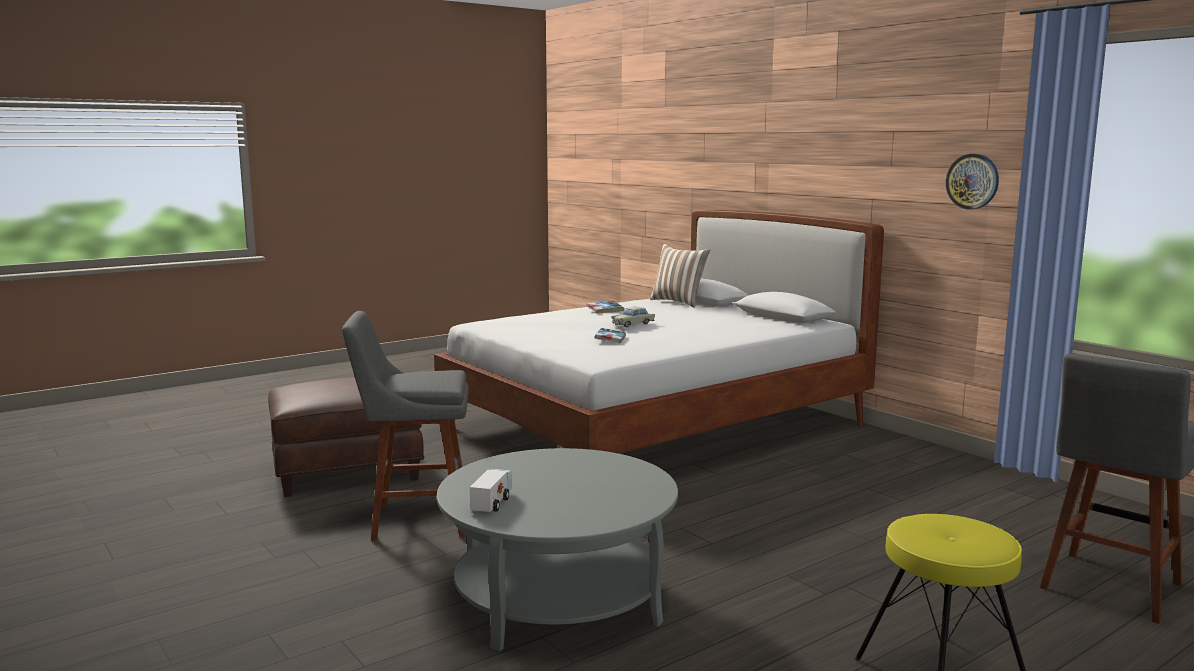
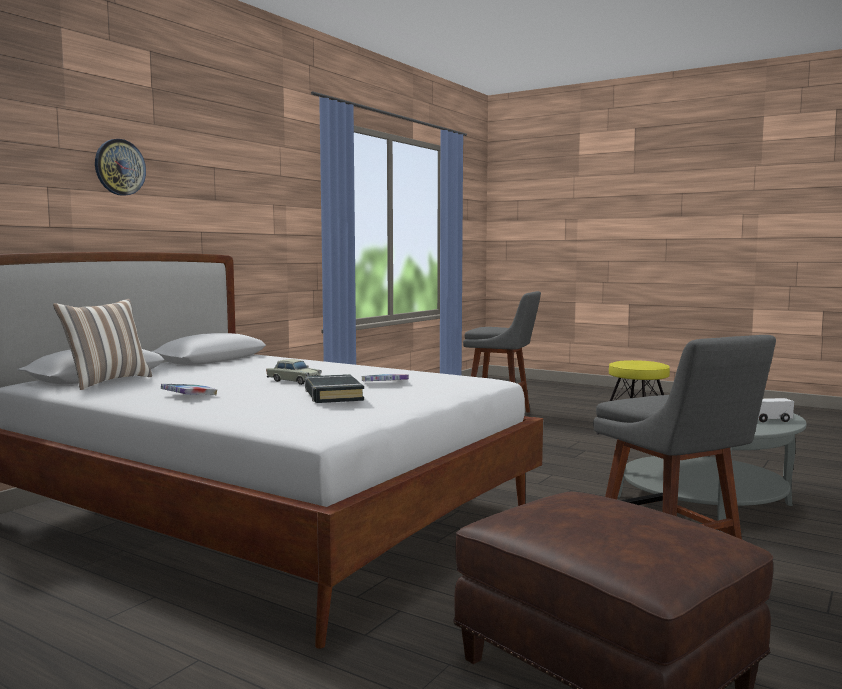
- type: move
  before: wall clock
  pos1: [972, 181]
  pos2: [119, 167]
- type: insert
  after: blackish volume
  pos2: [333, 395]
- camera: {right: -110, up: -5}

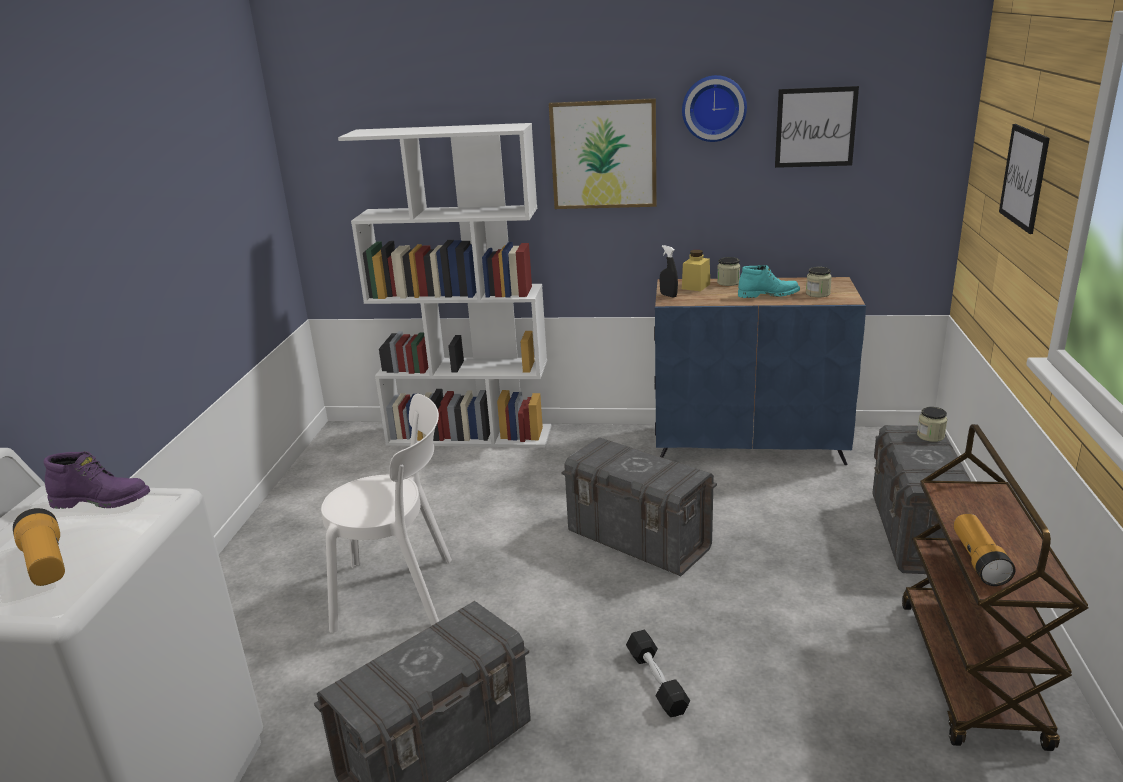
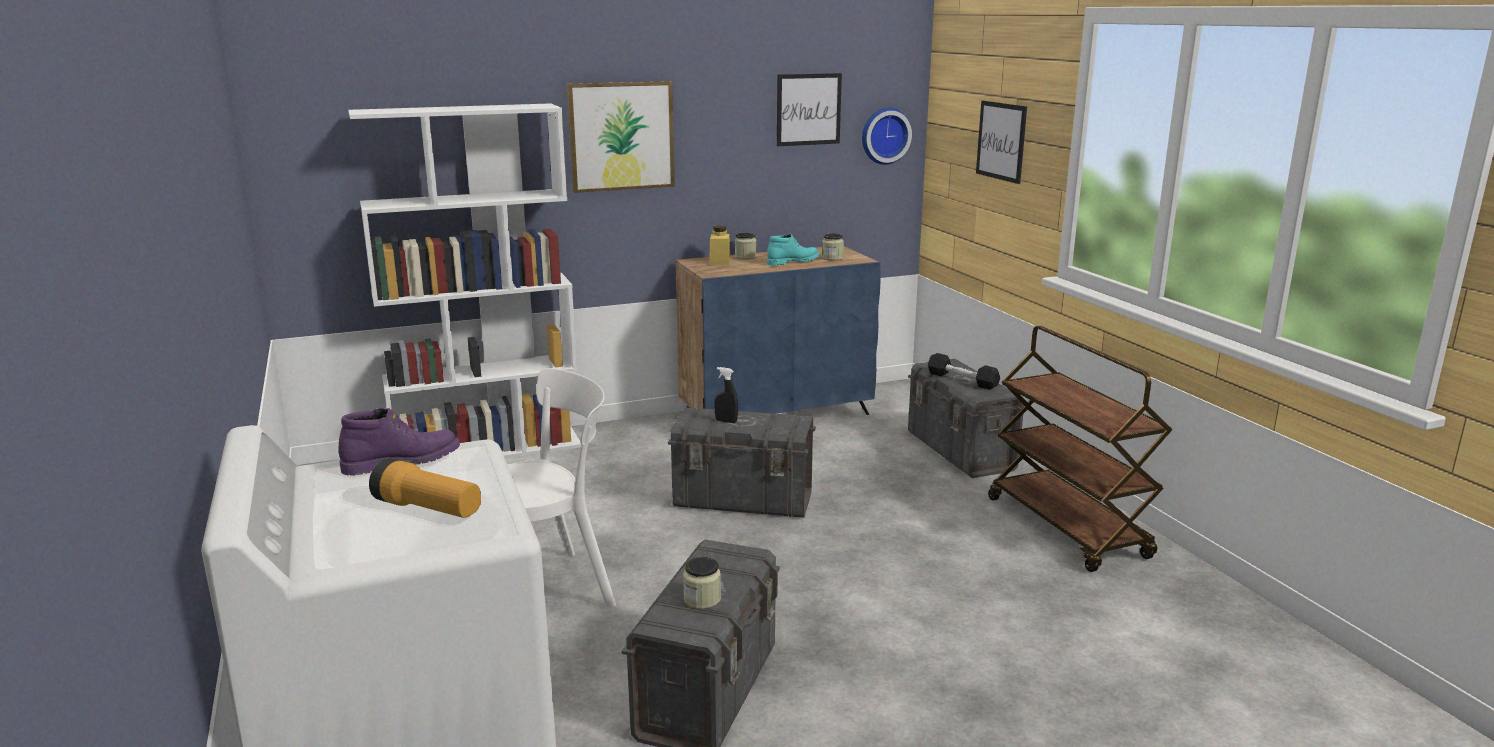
- type: move
  before: blackish hand weight
  pos1: [656, 682]
  pos2: [962, 380]
- type: move
  before: blackish spray bottle
  pos1: [668, 295]
  pos2: [726, 421]
- type: move
  before: wall clock
  pos1: [714, 108]
  pos2: [884, 135]
- type: move
  before: storage jar
  pos1: [930, 436]
  pos2: [702, 599]
- type: delete
  before: torch
  pos1: [978, 560]
- camera: {right: -30, up: -5}

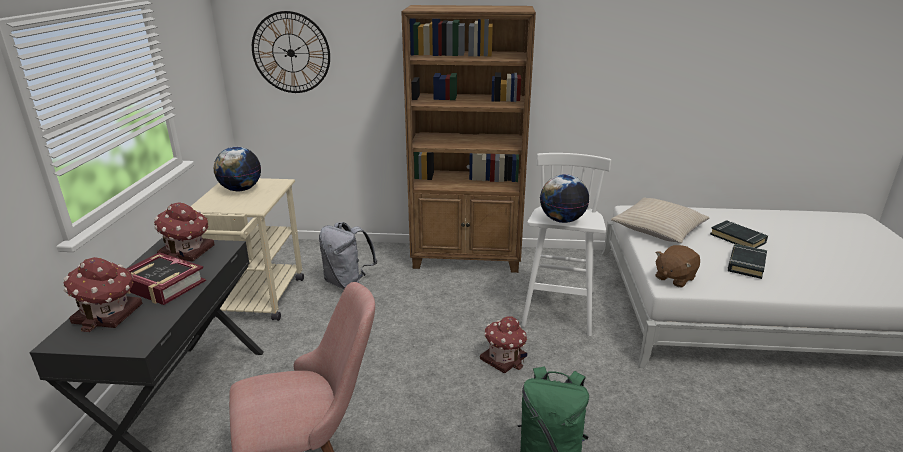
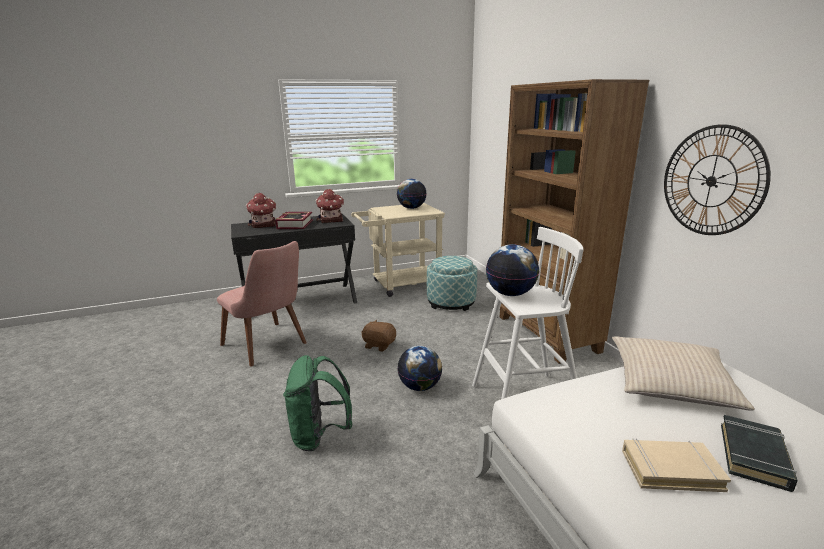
- type: move
  before: wall clock
  pos1: [291, 53]
  pos2: [711, 181]
- type: replace
  before: greyish knapsack
  after: pouffe
  pos1: [348, 283]
  pos2: [451, 302]
- type: replace
  before: model house
  after: world globe
  pos1: [504, 358]
  pos2: [420, 386]
- type: move
  before: brown-coloured plush toy
  pos1: [674, 278]
  pos2: [379, 345]
- type: recolor
  before: blackish volume
  after: beige volume
  pos1: [746, 264]
  pos2: [670, 469]
- camera: {right: 65, up: -5}

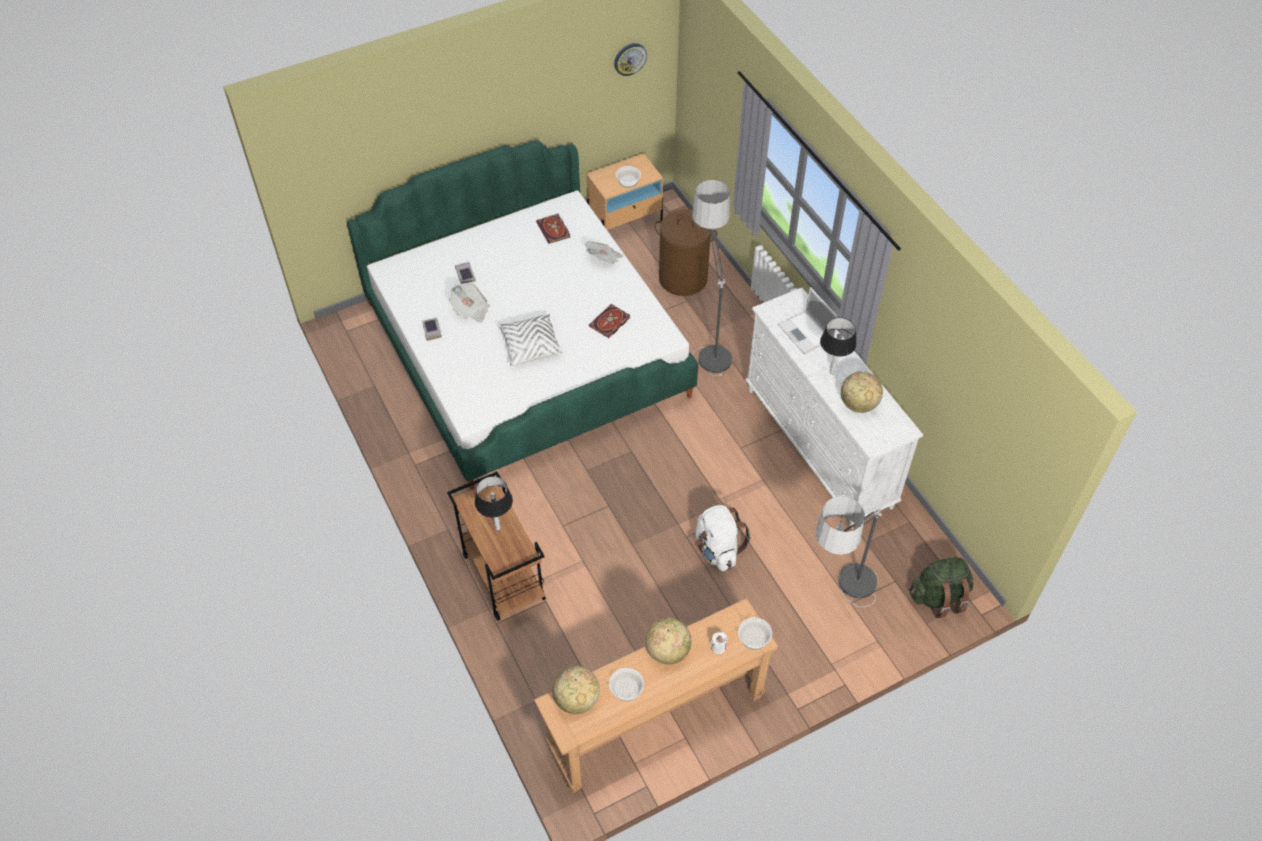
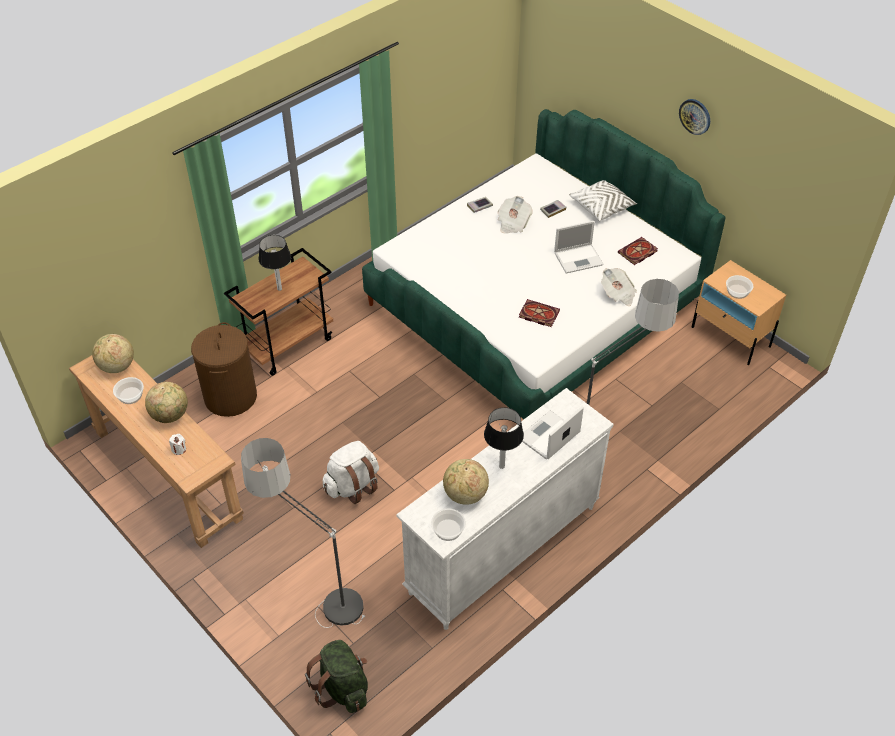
- type: move
  before: white cushion
  pos1: [530, 346]
  pos2: [602, 206]
- type: move
  before: wall clock
  pos1: [630, 59]
  pos2: [695, 116]
- type: move
  before: brown-coloured hamper
  pos1: [683, 278]
  pos2: [231, 397]
- type: move
  before: bowl
  pos1: [754, 638]
  pos2: [448, 530]
- type: insert
  after: laptop
  pos2: [579, 258]
- camera: {right: 75, up: -5}

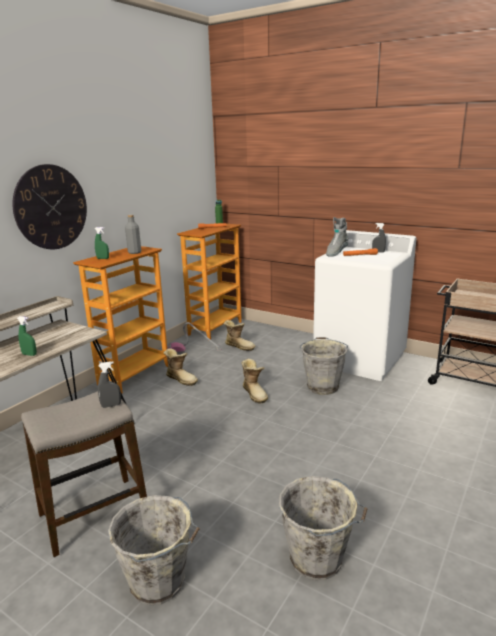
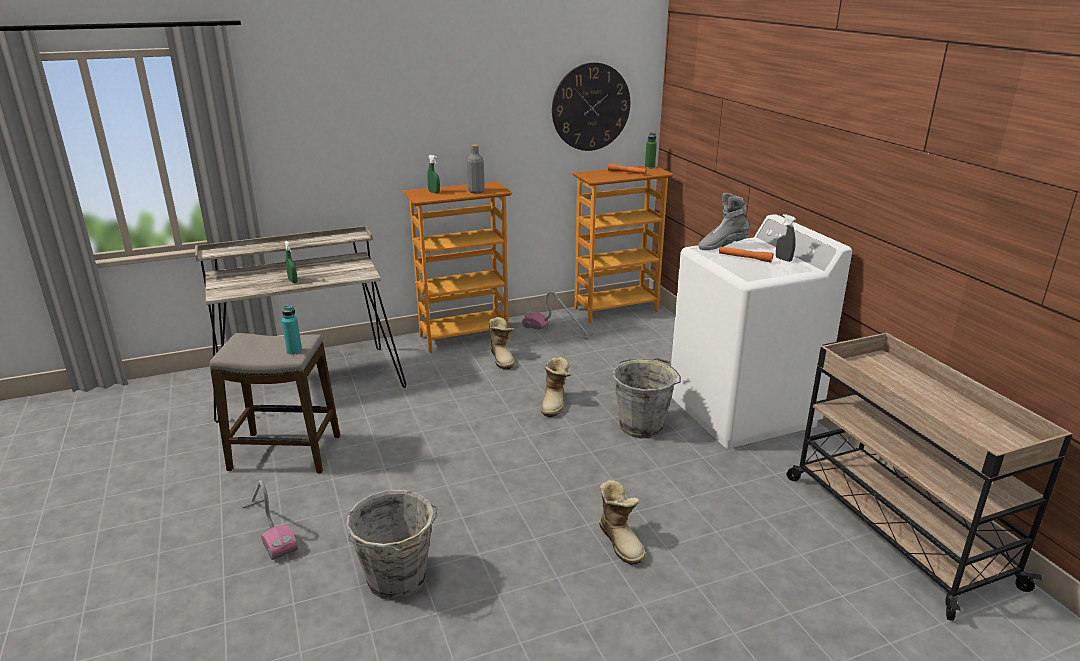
- type: move
  before: wall clock
  pos1: [51, 207]
  pos2: [591, 107]
- type: replace
  before: greyish spray bottle
  after: blue-green beverage bottle
  pos1: [111, 405]
  pos2: [294, 351]
- type: replace
  before: greyish pail
  after: hoover
  pos1: [159, 582]
  pos2: [268, 527]
- type: move
  before: tall boot
  pos1: [239, 346]
  pos2: [621, 541]
- camera: {right: 35, up: 5}

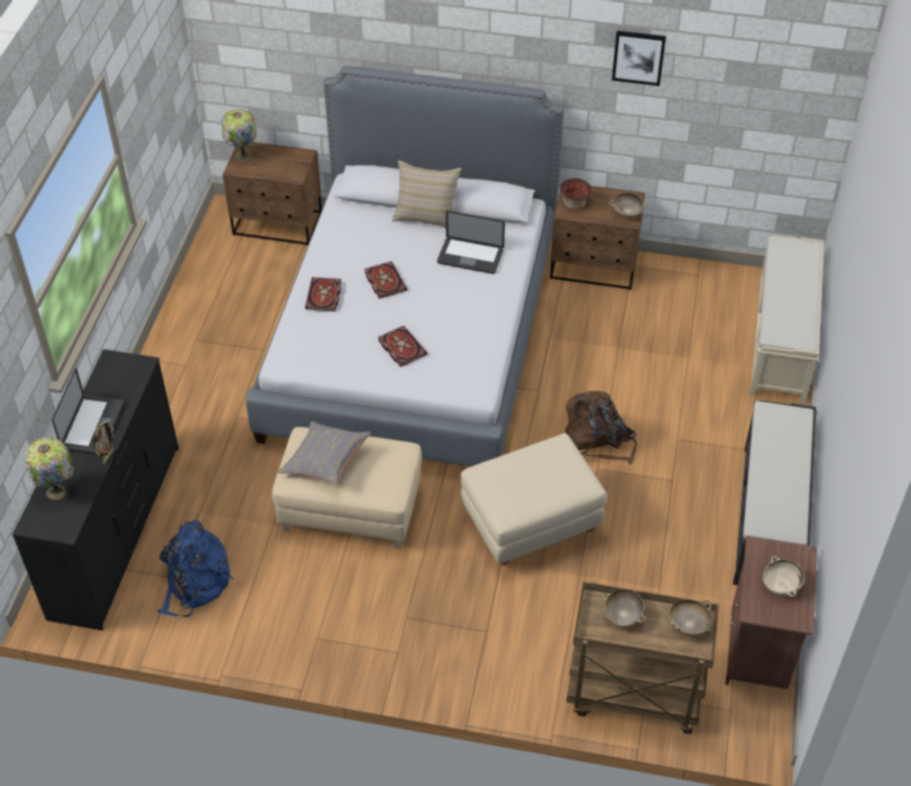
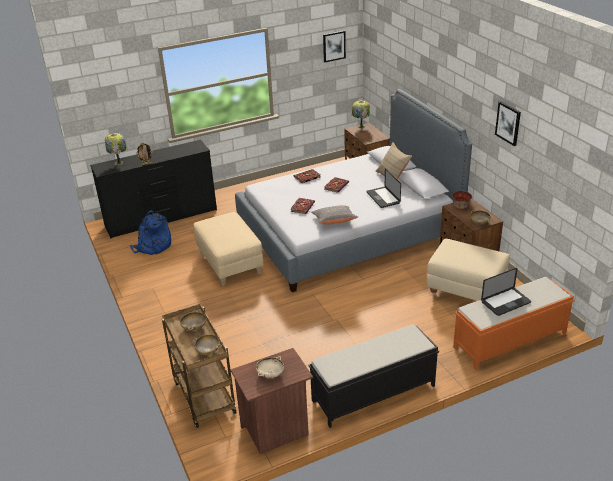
- type: move
  before: laptop
  pos1: [93, 426]
  pos2: [505, 302]
- type: move
  before: greyish cushion
  pos1: [325, 461]
  pos2: [334, 221]
- type: move
  before: beige pouffe
  pos1: [530, 527]
  pos2: [465, 292]
- type: delete
  before: brown-coloured knapsack
  pos1: [597, 441]
- type: recolor
  before: beige bench
  after: orange-coloured bench
  pos1: [781, 342]
  pos2: [509, 341]
- type: insert
  after: wall picture
  pos2: [334, 46]
- camera: {right: 55, up: -15}

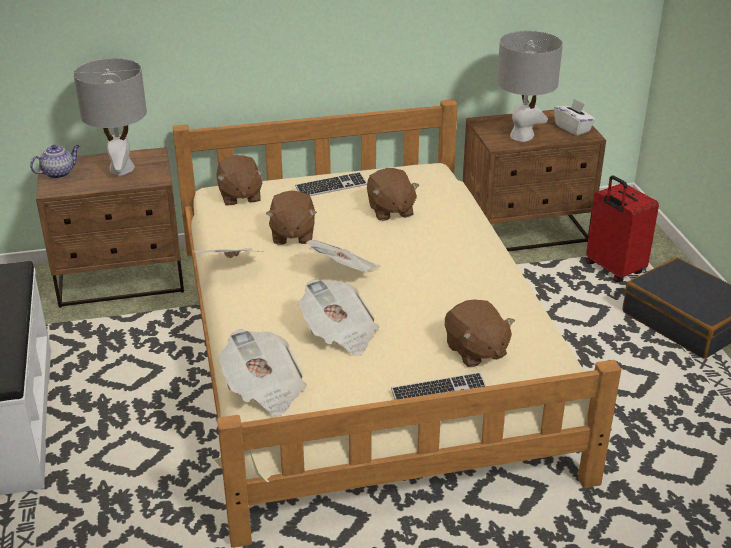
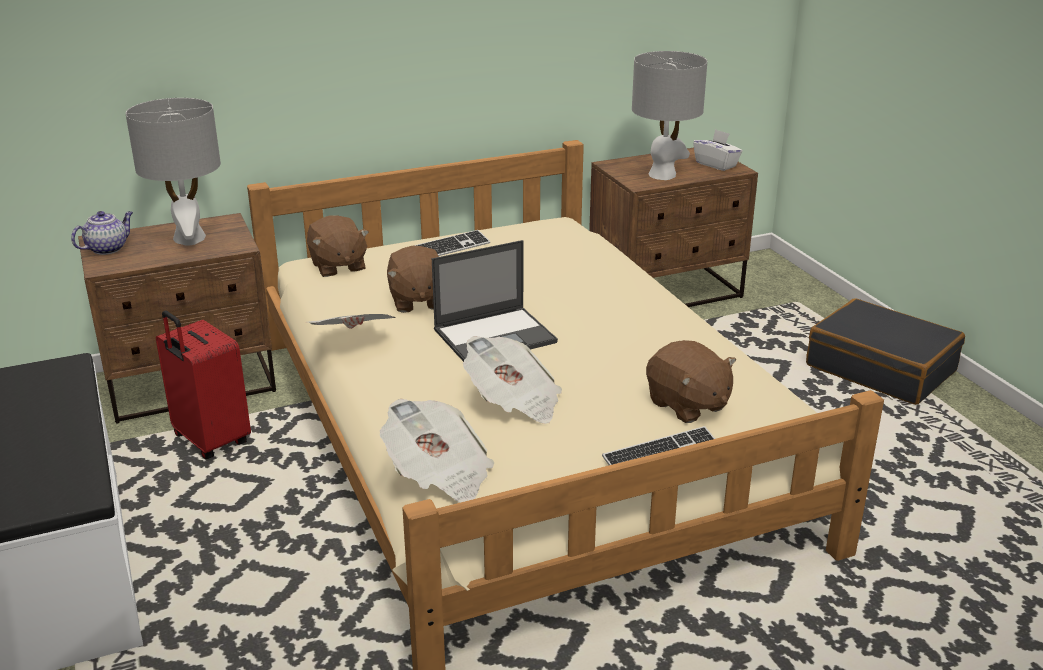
- type: replace
  before: printed paper
  after: laptop
  pos1: [344, 273]
  pos2: [496, 336]
- type: delete
  before: brown-coloured plush toy
  pos1: [390, 210]
- type: move
  before: red travel case
  pos1: [613, 269]
  pos2: [210, 441]
- camera: {right: -10, up: -5}

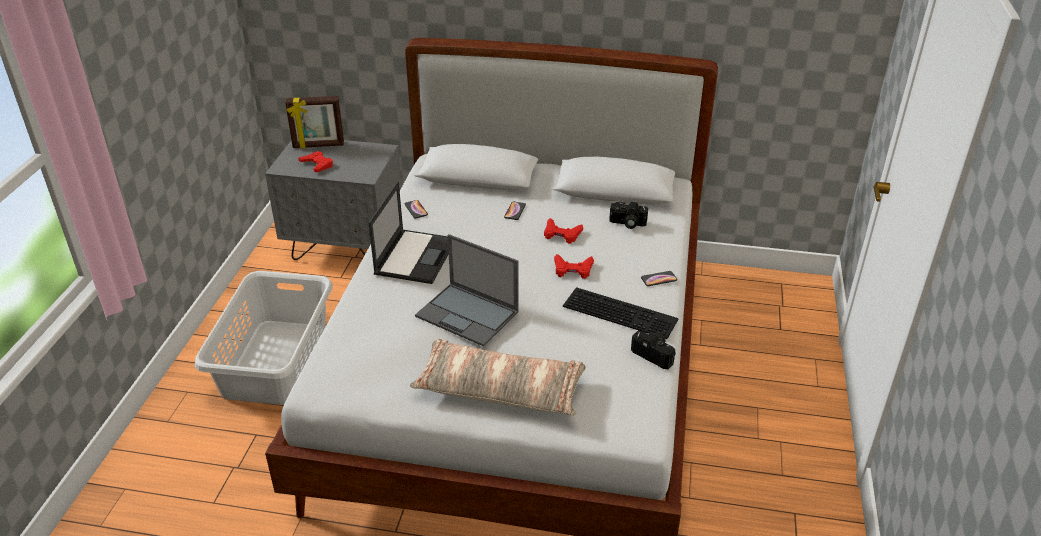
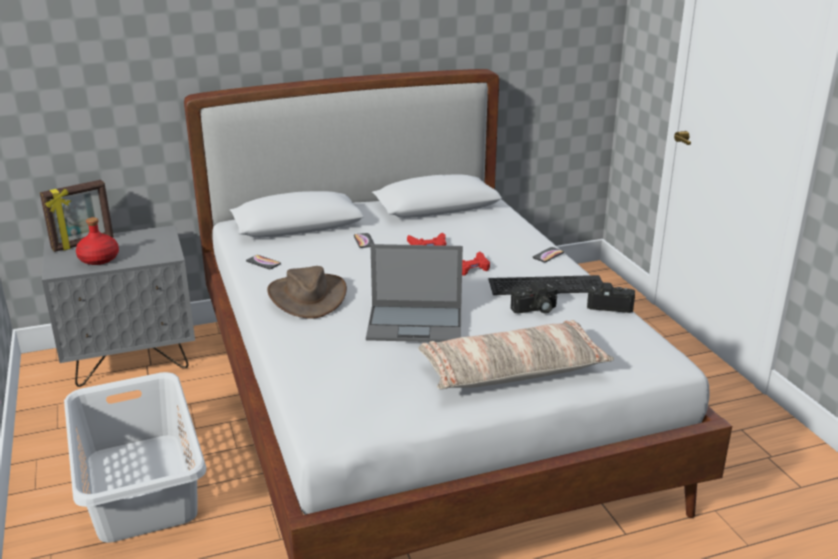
- type: replace
  before: red game controller
  after: red beverage bottle
  pos1: [317, 164]
  pos2: [99, 259]
- type: replace
  before: laptop
  after: brown-coloured clothing hat
  pos1: [415, 256]
  pos2: [307, 296]
- type: move
  before: still camera
  pos1: [627, 223]
  pos2: [535, 310]
- camera: {right: -30, up: -10}

